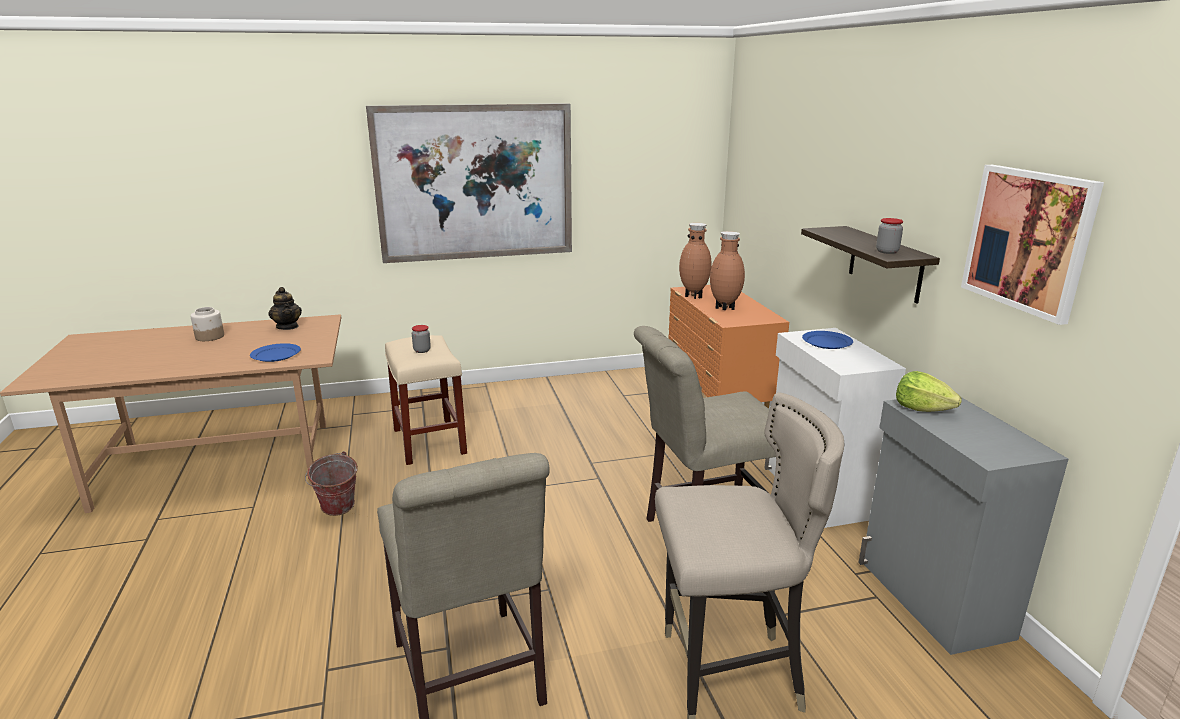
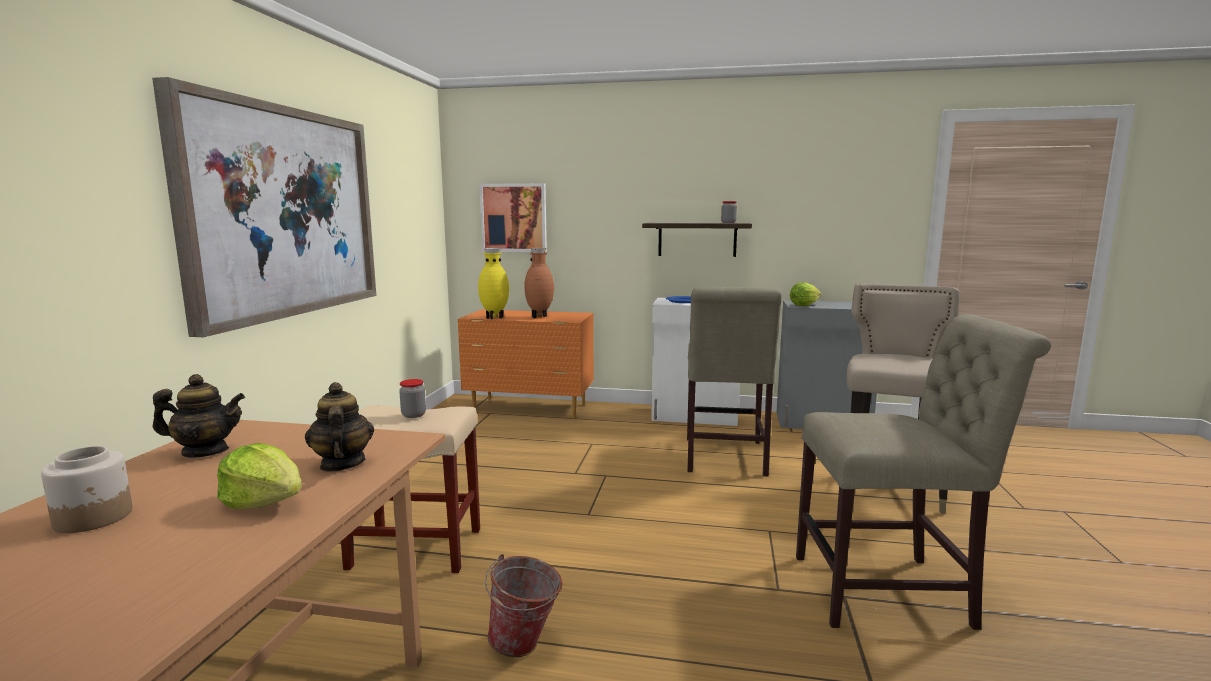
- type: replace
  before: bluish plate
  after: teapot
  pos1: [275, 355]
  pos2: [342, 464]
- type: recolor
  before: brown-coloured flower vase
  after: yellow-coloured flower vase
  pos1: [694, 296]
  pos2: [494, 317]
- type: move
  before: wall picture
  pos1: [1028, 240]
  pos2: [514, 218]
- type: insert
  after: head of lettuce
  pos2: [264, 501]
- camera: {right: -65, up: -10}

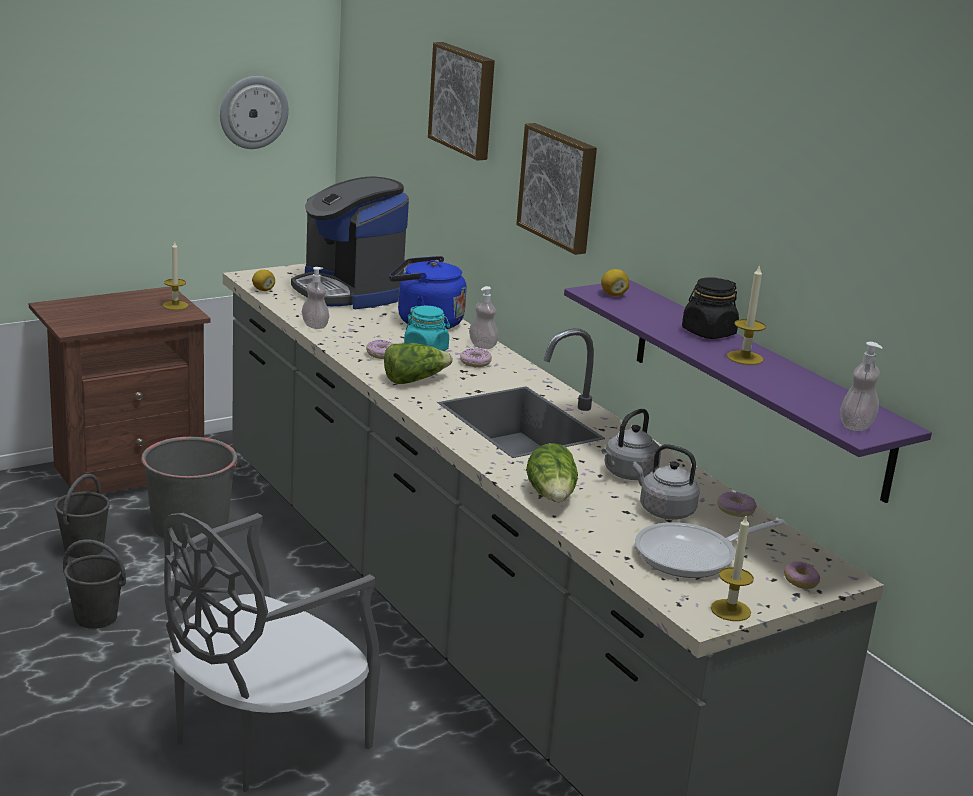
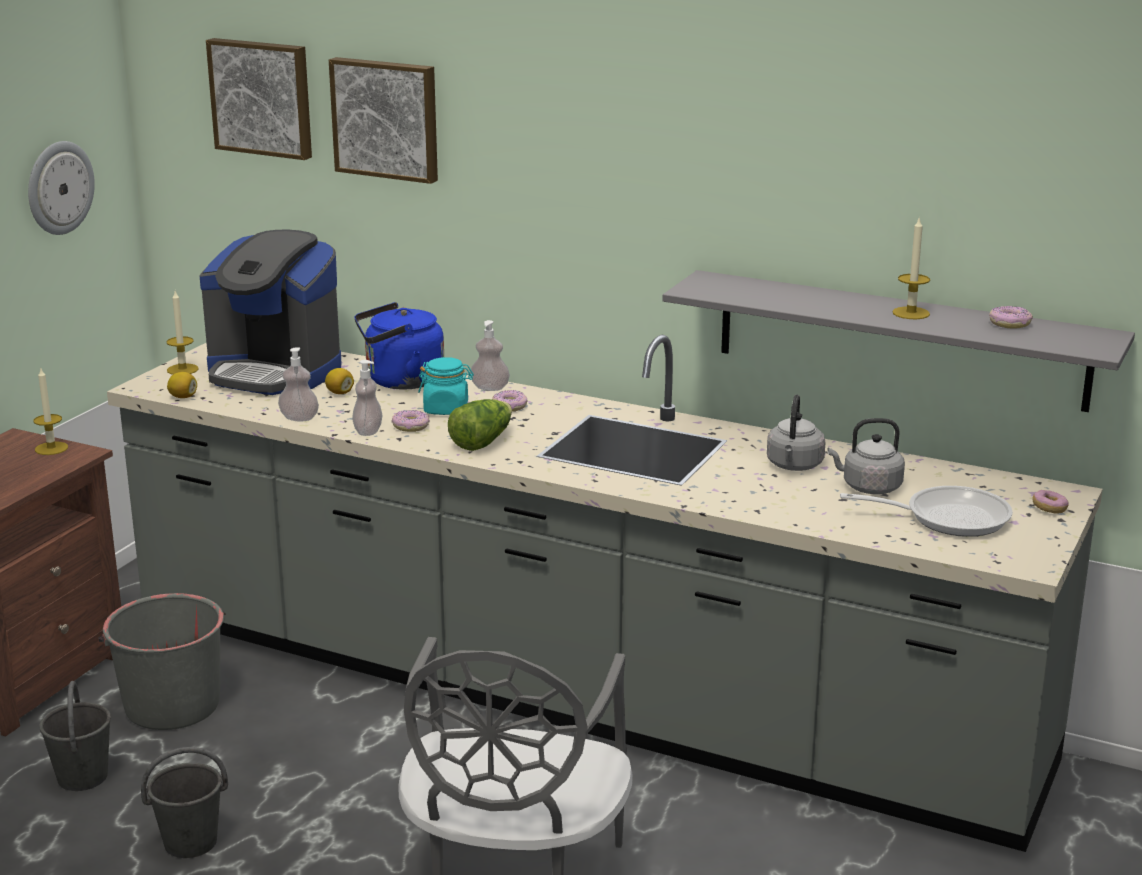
- type: move
  before: wall picture
  pos1: [560, 187]
  pos2: [262, 97]
- type: delete
  before: head of lettuce
  pos1: [552, 496]
- type: recolor
  before: purple-coloured shelf
  after: greyish shelf
  pos1: [757, 386]
  pos2: [900, 340]
- type: move
  before: lemon
  pos1: [613, 294]
  pos2: [339, 393]
- type: rotate
  before: frying pan
  pos1: [693, 556]
  pos2: [947, 517]
  turn: -120
- type: delete
  before: blackish storage jar
  pos1: [708, 333]
- type: move
  before: candle
  pos1: [730, 610]
  pos2: [182, 369]
- type: move
  before: donut
  pos1: [736, 510]
  pos2: [1009, 323]
- type: move
  before: soap bottle
  pos1: [856, 426]
  pos2: [368, 431]
- camera: {right: -30, up: 0}

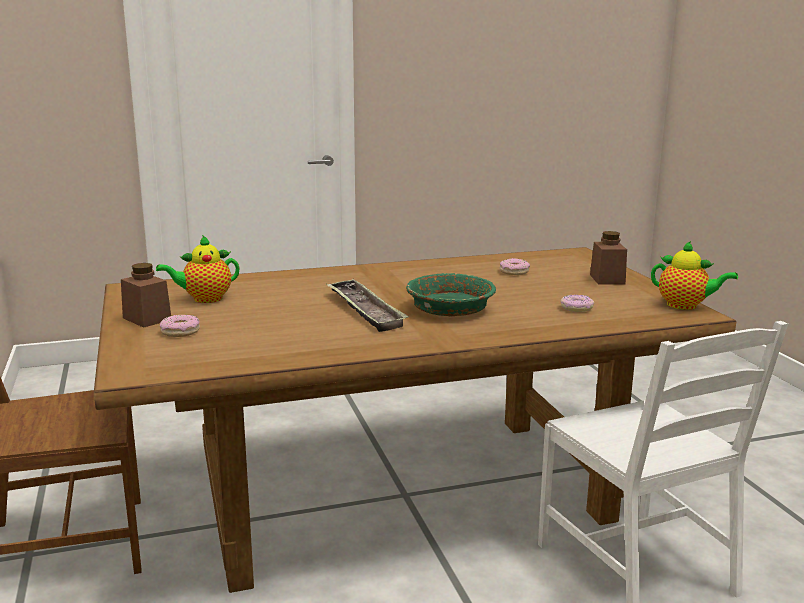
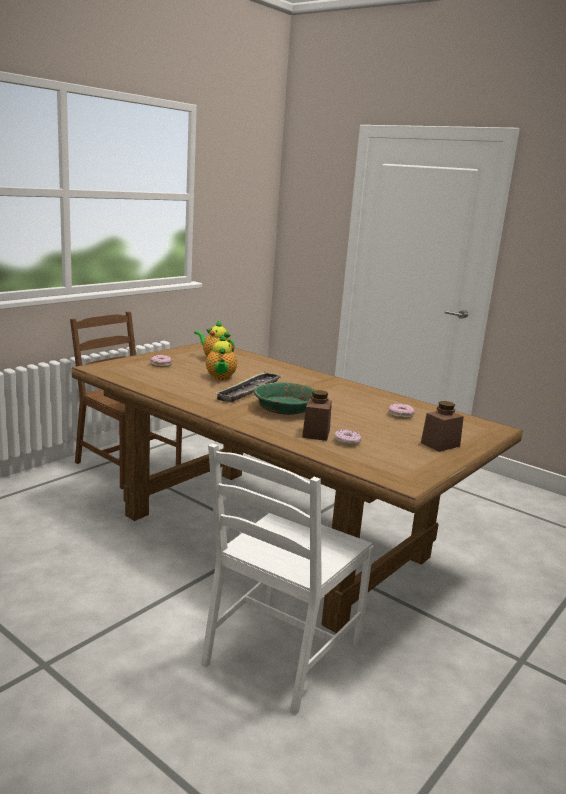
- type: move
  before: brown-coloured storage jar
  pos1: [147, 319]
  pos2: [316, 433]
- type: move
  before: teapot
  pos1: [685, 306]
  pos2: [220, 378]
- camera: {right: 55, up: 0}

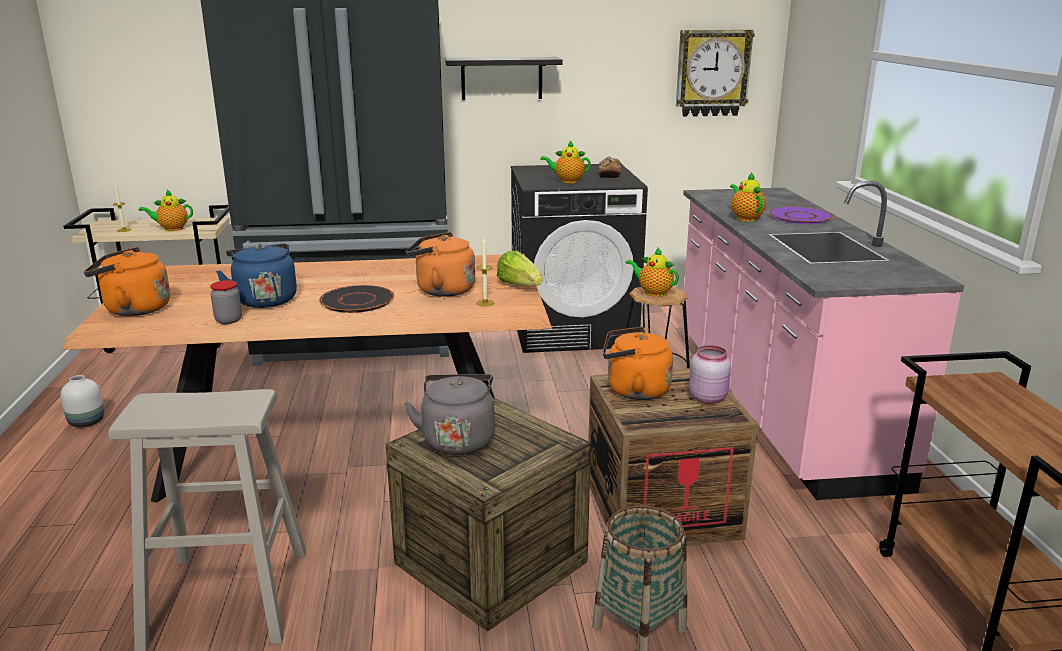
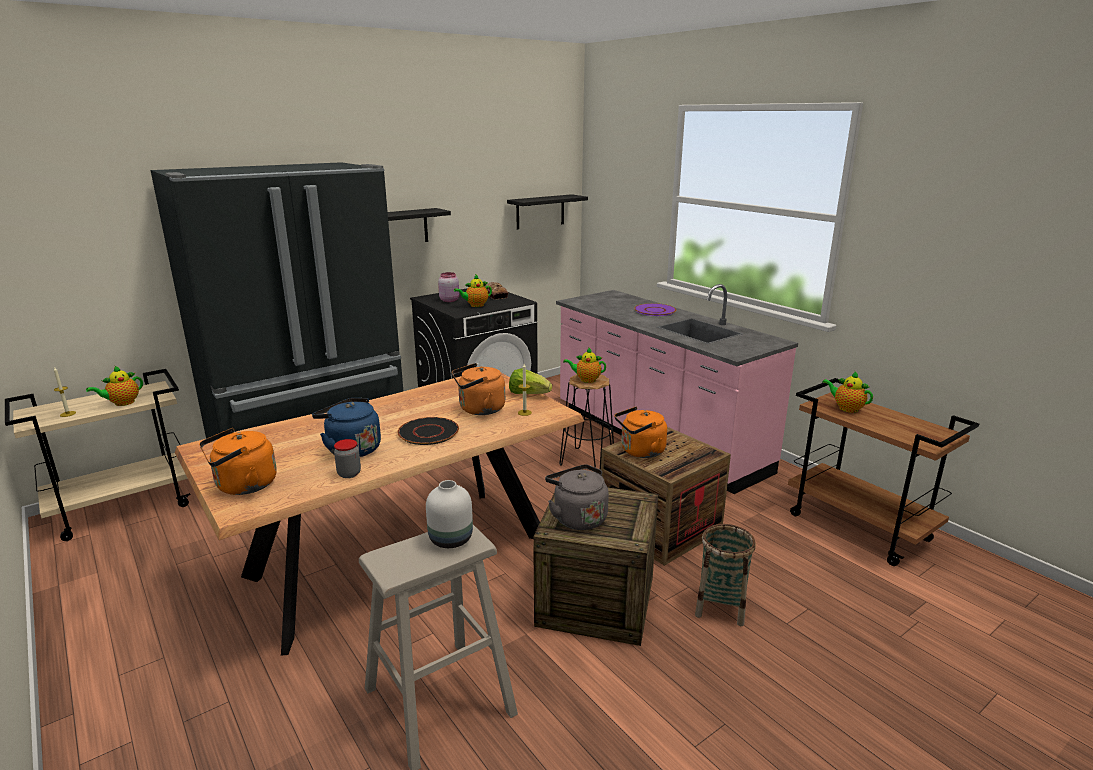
- type: move
  before: white flower vase
  pos1: [87, 421]
  pos2: [450, 539]
- type: replace
  before: wall clock
  after: blackish shelf
  pos1: [712, 73]
  pos2: [540, 211]
- type: move
  before: pink storage jar
  pos1: [708, 398]
  pos2: [449, 300]
- type: move
  before: teapot
  pos1: [745, 218]
  pos2: [846, 408]
- camera: {right: -30, up: 0}

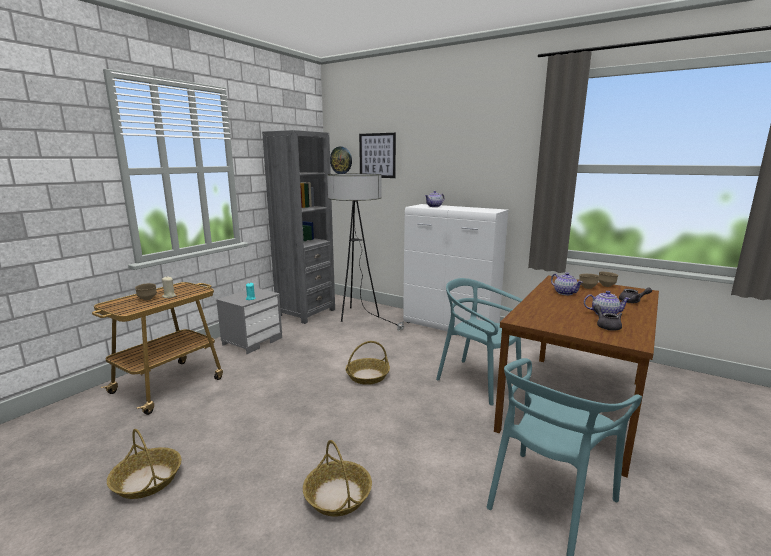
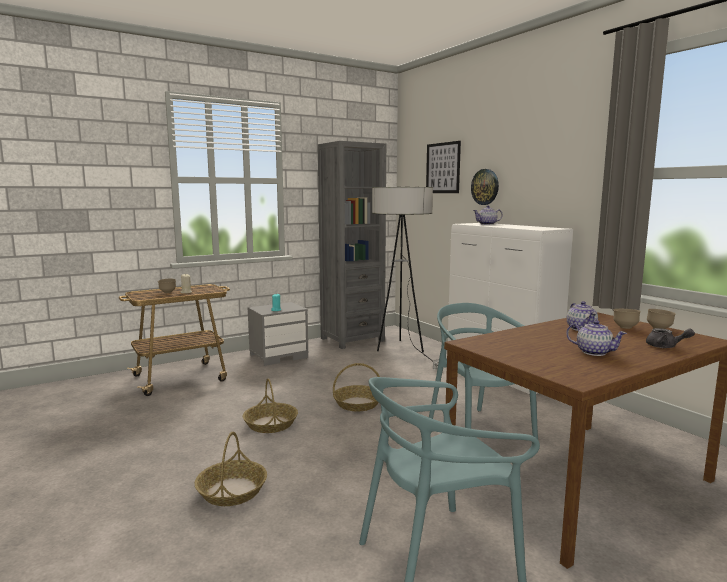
- type: move
  before: storage basket
  pos1: [147, 480]
  pos2: [271, 424]
- type: move
  before: wall clock
  pos1: [341, 160]
  pos2: [485, 187]
- type: delete
  before: greyish teapot
  pos1: [606, 326]
- camera: {right: 25, up: -5}

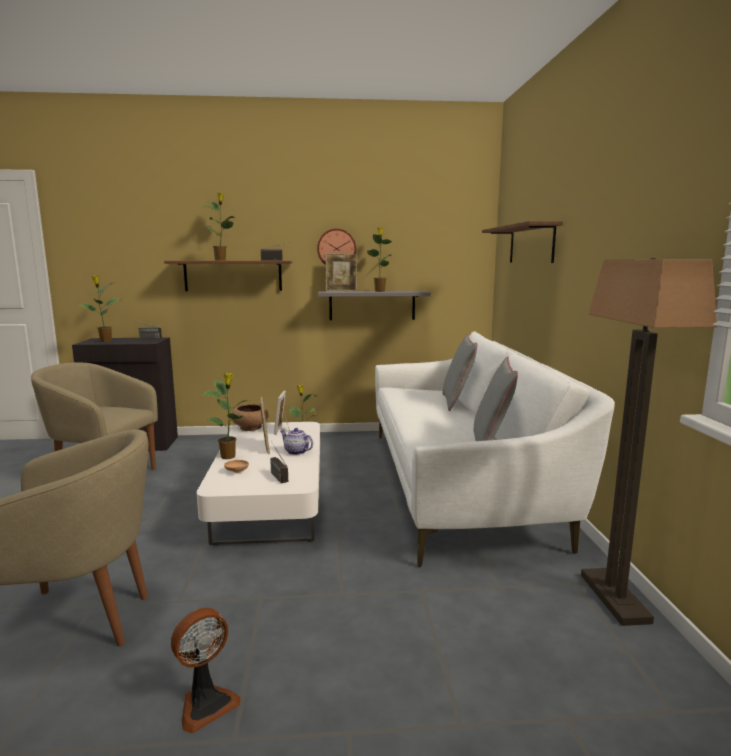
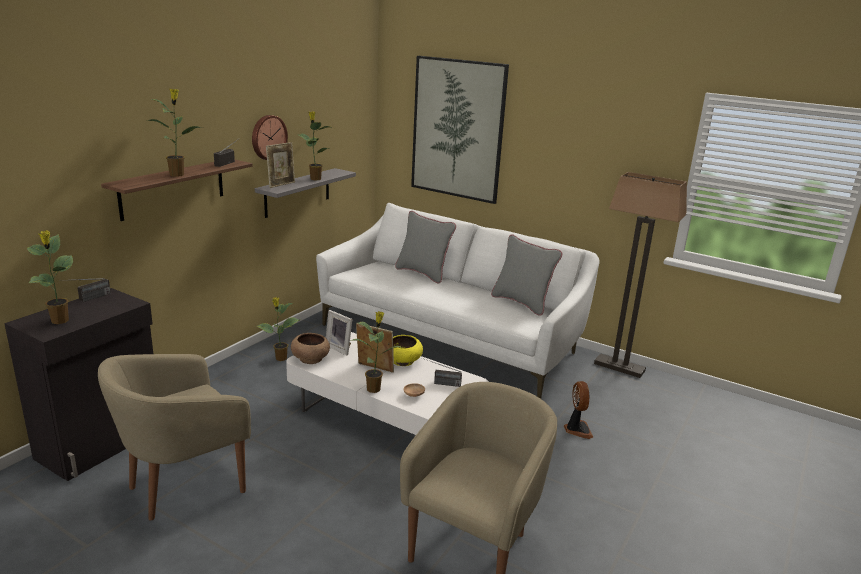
- type: move
  before: electric fan
  pos1: [206, 704]
  pos2: [577, 430]
- type: replace
  before: teapot
  after: yellow-coloured bowl
  pos1: [296, 452]
  pos2: [403, 361]
- type: replace
  before: shelf
  after: wall picture
  pos1: [531, 244]
  pos2: [457, 129]
- camera: {right: -55, up: 10}

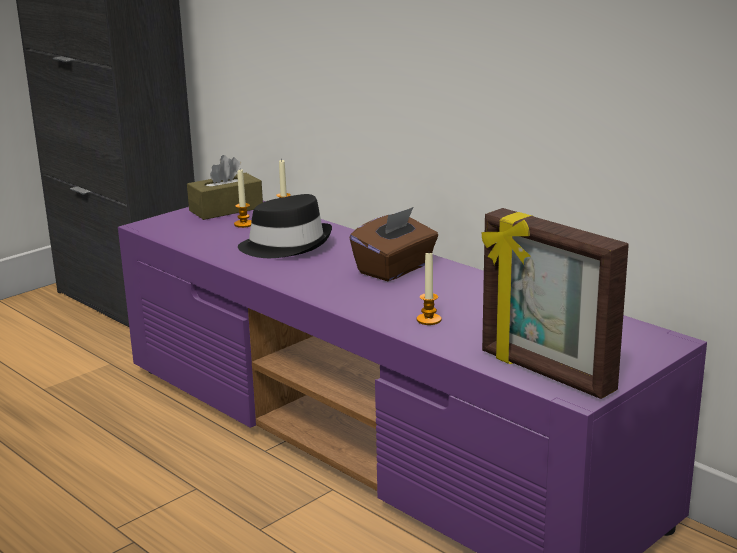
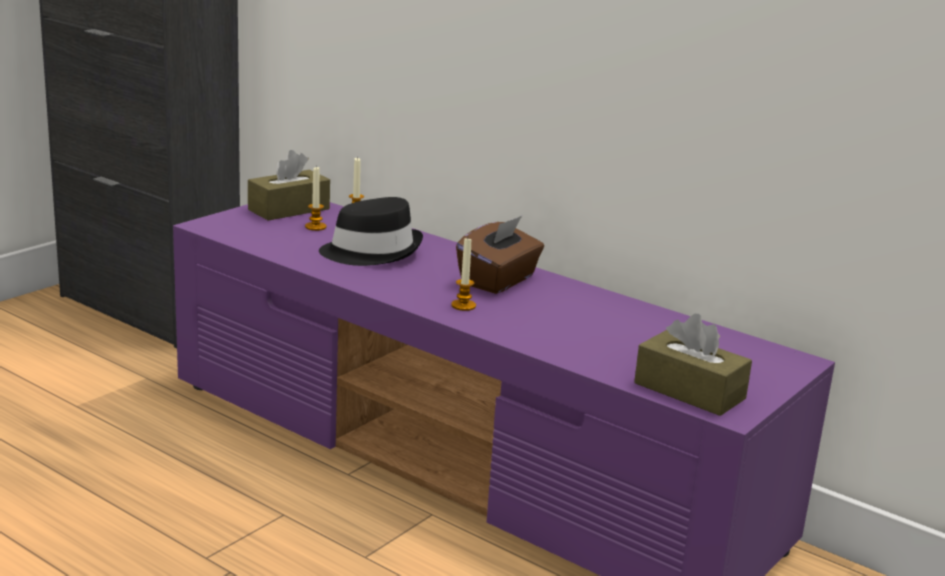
- type: move
  before: candle
  pos1: [428, 320]
  pos2: [463, 306]
- type: replace
  before: photo frame
  after: brown-coloured box of tissues
  pos1: [545, 372]
  pos2: [689, 391]
- camera: {right: -10, up: 0}

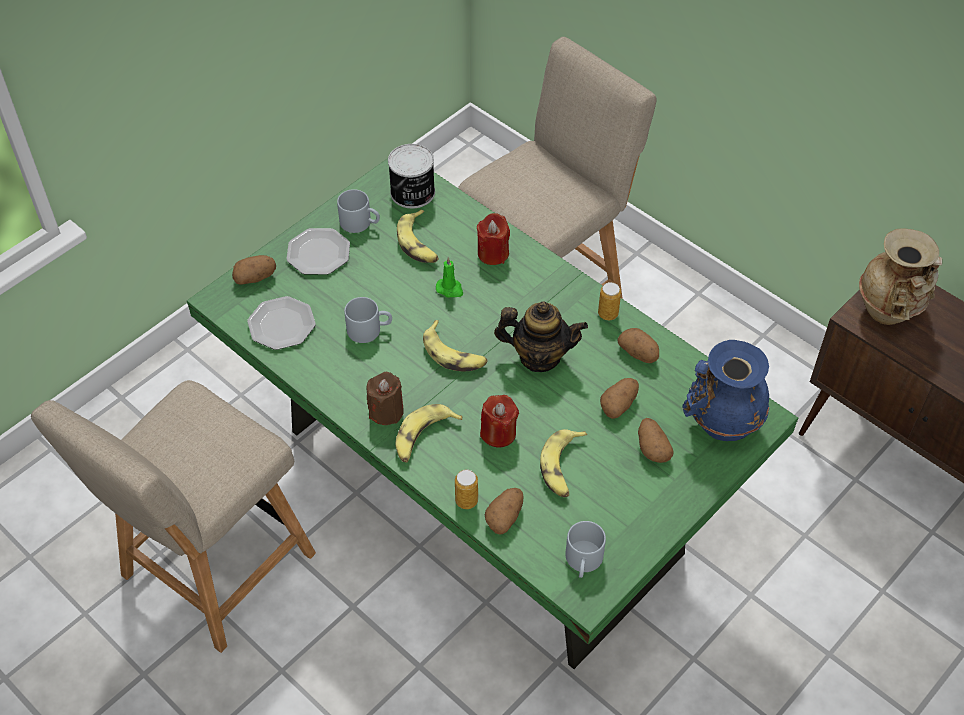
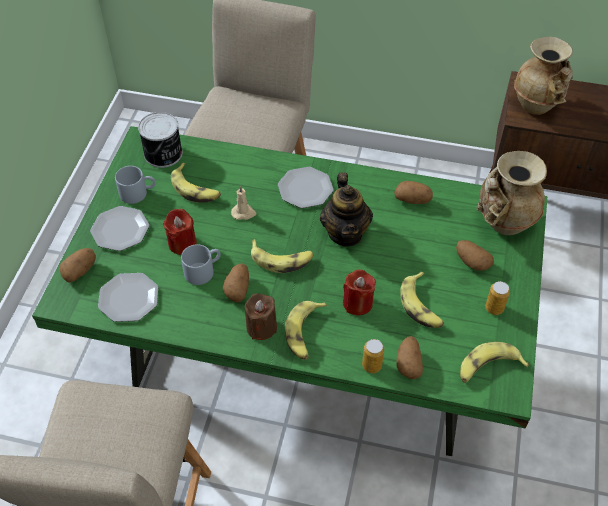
- type: recolor
  before: green-coloured candle
  after: beige candle
  pos1: [450, 289]
  pos2: [244, 213]
- type: move
  before: red candle
  pos1: [493, 253]
  pos2: [182, 243]
- type: rotate
  before: teapot
  pos1: [539, 356]
  pos2: [345, 233]
  turn: 105
- type: replace
  before: greyish coffee mug
  after: banana
  pos1: [584, 562]
  pos2: [488, 368]
- type: move
  before: can
  pos1: [608, 314]
  pos2: [494, 308]
- type: move
  before: whole potato
  pos1: [619, 405]
  pos2: [238, 289]
- type: recolor
  before: bluish flower vase
  after: beige flower vase
  pos1: [721, 424]
  pos2: [503, 223]
- type: insert
  after: plate
  pos2: [304, 189]
- camera: {right: -30, up: 0}

